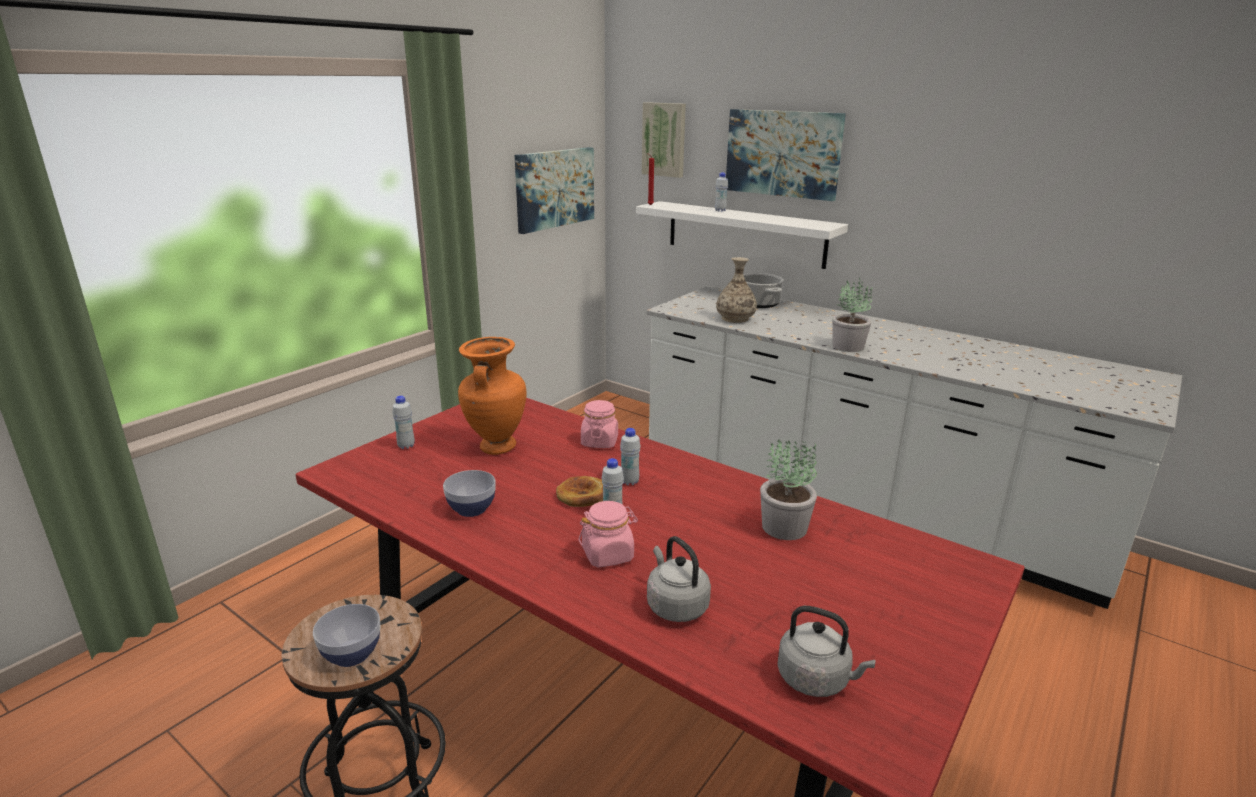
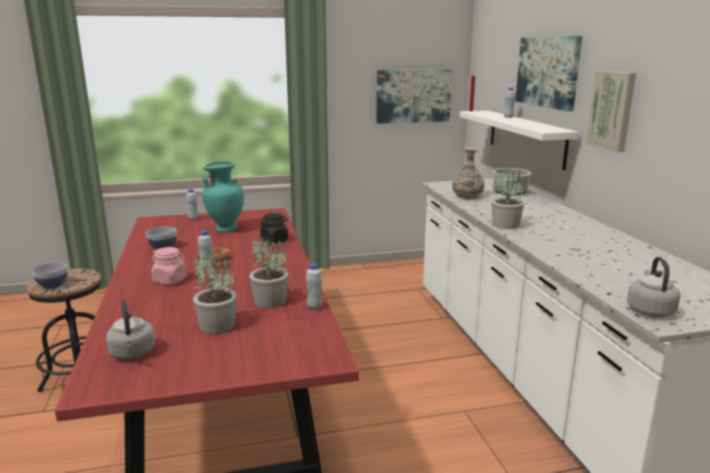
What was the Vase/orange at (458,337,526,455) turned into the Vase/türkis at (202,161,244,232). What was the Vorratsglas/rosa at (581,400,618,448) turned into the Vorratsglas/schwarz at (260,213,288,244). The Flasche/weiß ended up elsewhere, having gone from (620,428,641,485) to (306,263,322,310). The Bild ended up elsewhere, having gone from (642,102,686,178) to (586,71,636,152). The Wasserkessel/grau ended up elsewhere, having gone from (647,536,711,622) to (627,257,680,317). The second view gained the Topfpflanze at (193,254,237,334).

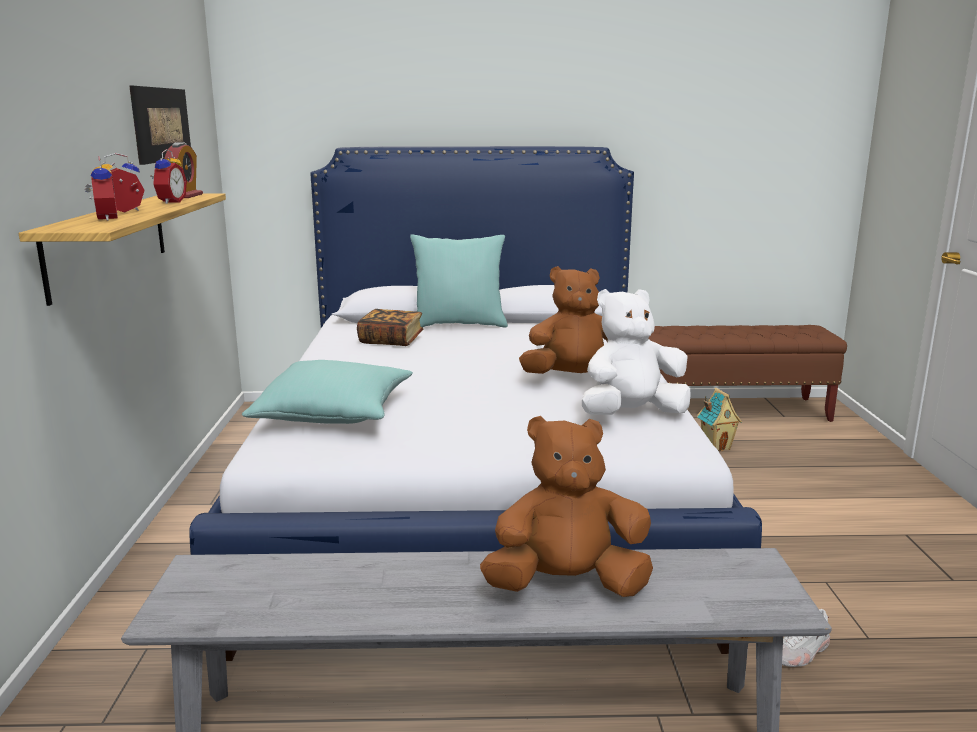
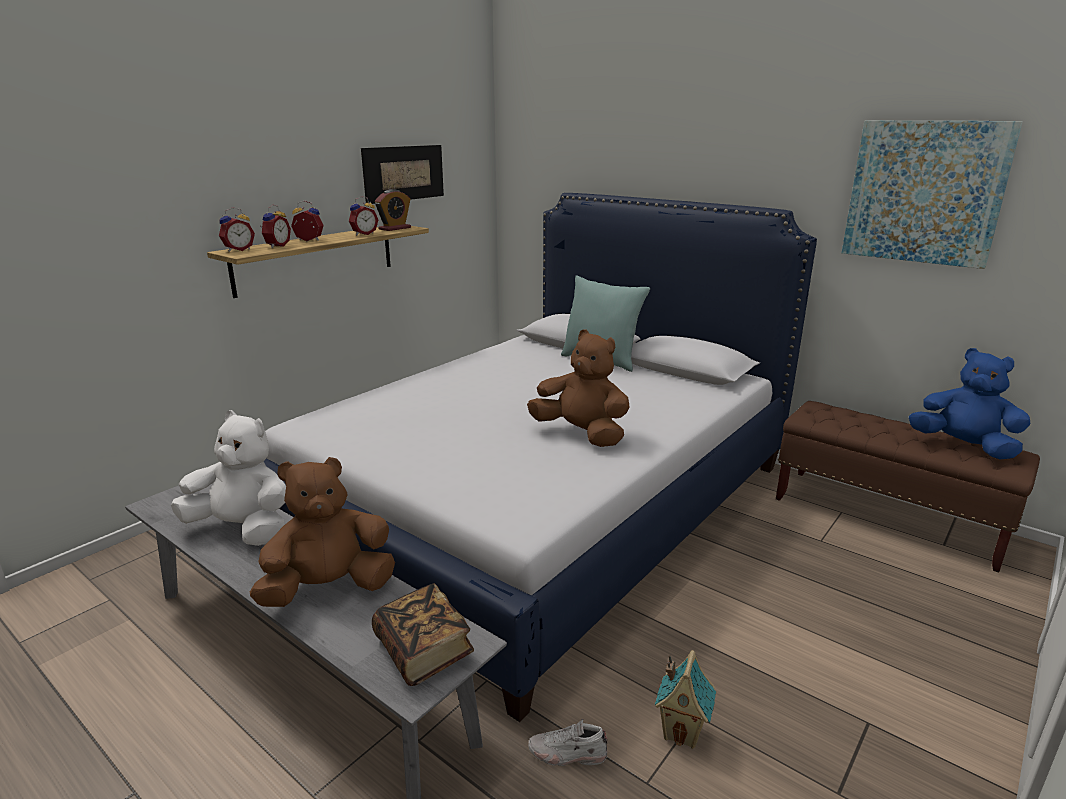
The second view lost the Kissen/türkis at (242,360,413,424). The Buch ended up elsewhere, having gone from (357,309,424,346) to (372,583,474,686). The Plüschtier/braun at (480,416,653,597) ended up facing another way, 60 degrees counterclockwise from before. The Plüschtier/weiß ended up elsewhere, having gone from (582,289,691,415) to (171,410,286,546). The Spielzeughaus ended up elsewhere, having gone from (697,388,742,451) to (655,650,716,749). The second view gained the Wecker at (219,207,255,252). The second view gained the Bild at (842,121,1023,269). The second view gained the Plüschtier/blau at (909,348,1030,459).

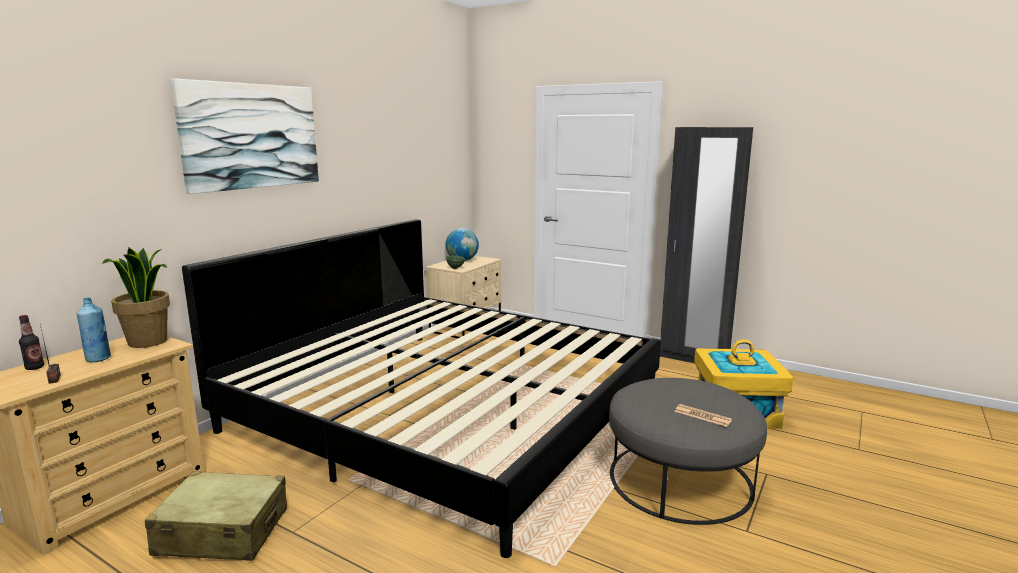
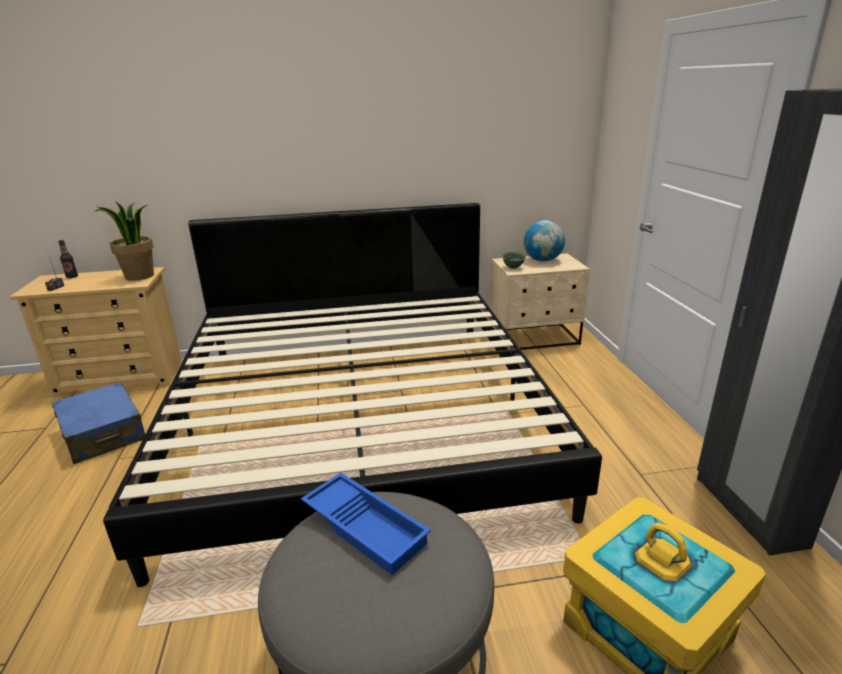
The second view lost the Flasche/blau at (76,298,111,363). What was the Koffer/beige at (145,471,287,561) turned into the Koffer/blau at (52,382,145,464). The second view lost the Bild at (170,78,319,194). The second view lost the Zeitung at (675,404,732,427). The second view gained the Tablett/blau at (301,473,431,575).

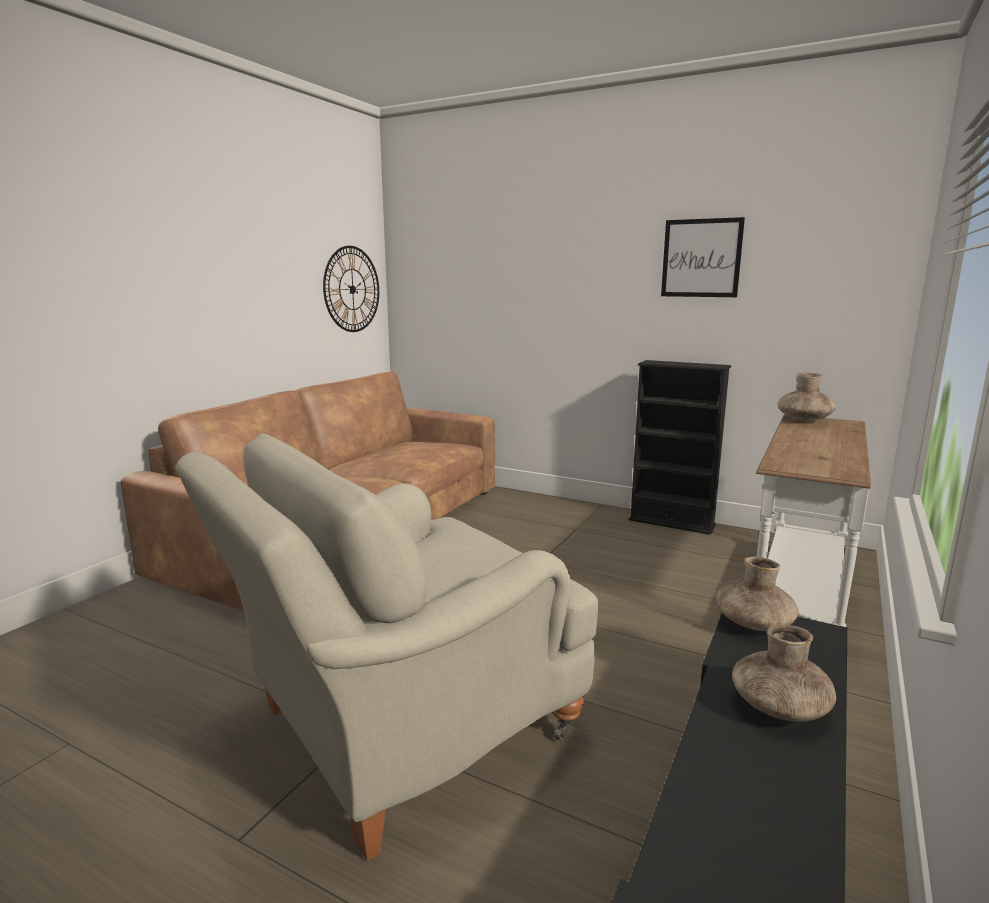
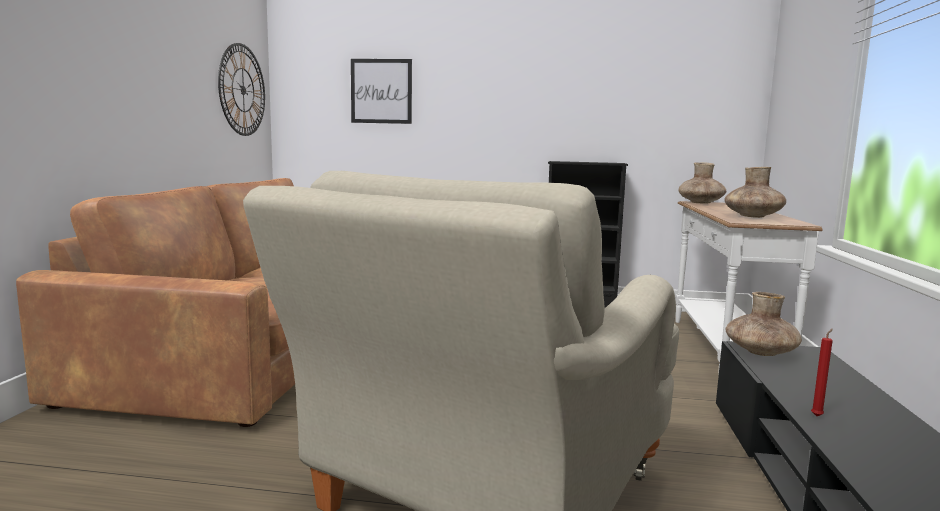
The Bild ended up elsewhere, having gone from (661,217,745,297) to (351,59,412,124). The Vase/braun ended up elsewhere, having gone from (732,625,836,722) to (724,167,786,218). The second view gained the Kerze/rot at (811,329,833,416).

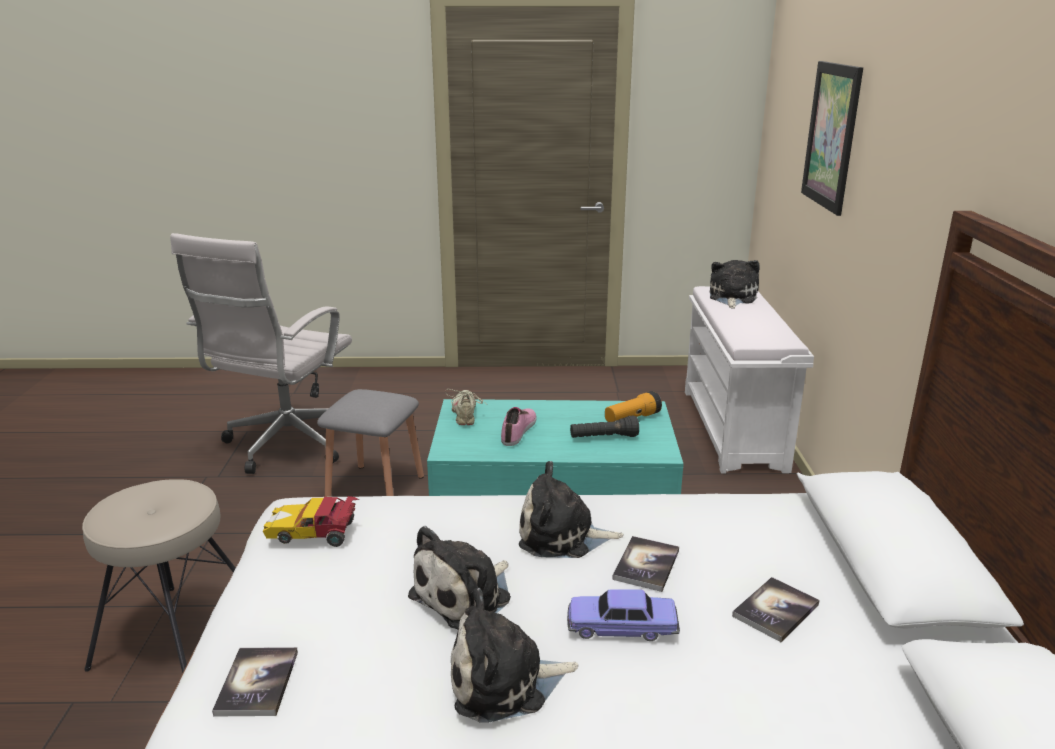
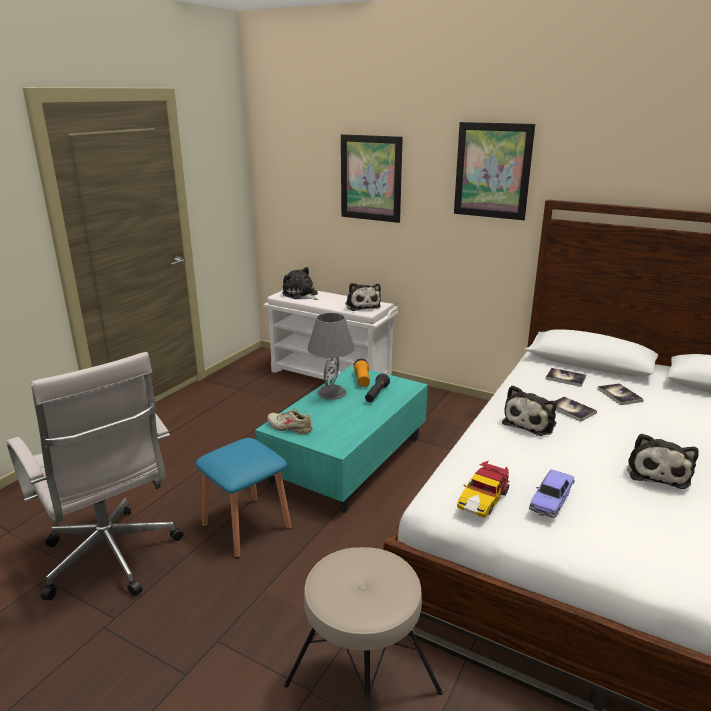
The Buch ended up elsewhere, having gone from (212,647,298,717) to (546,368,586,387). What was the Hocker/grau at (317,389,424,497) turned into the Hocker/blau at (195,438,292,558). The Plüschtier ended up elsewhere, having gone from (408,526,511,629) to (345,283,381,311). The second view lost the Schuh at (501,407,536,446). The Spielzeugauto ended up elsewhere, having gone from (567,589,680,641) to (529,470,575,518). The second view gained the Tischlampe/grau at (308,313,355,400). The second view gained the Bild at (454,122,535,220).

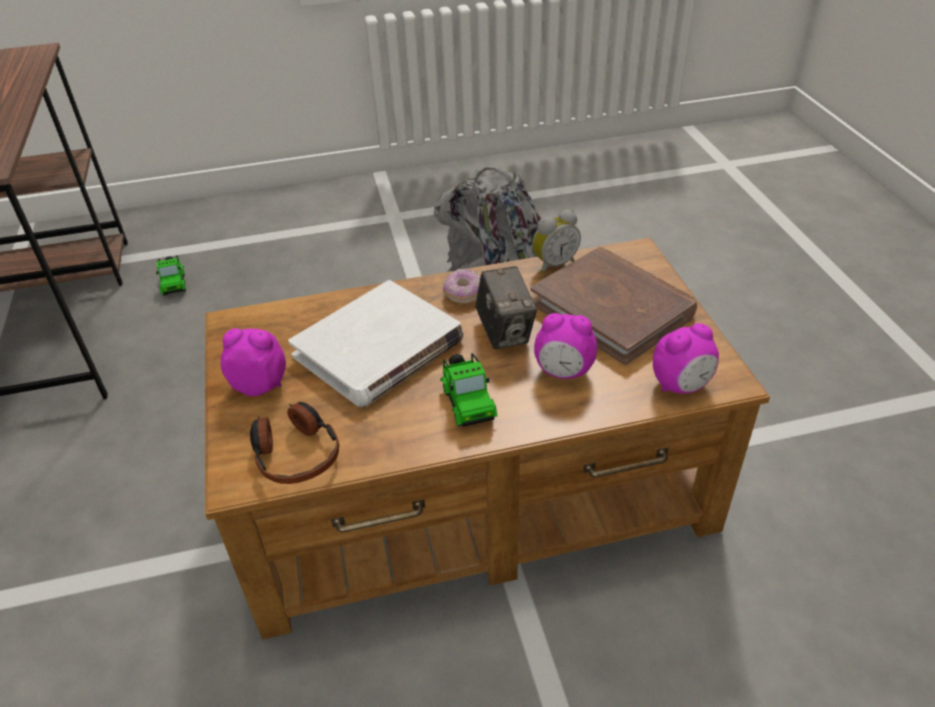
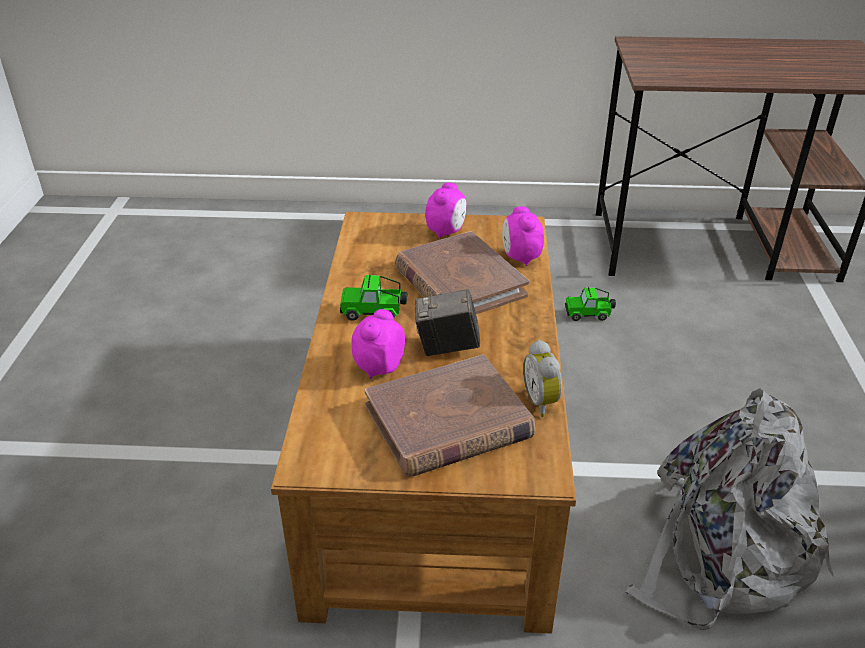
The Spielzeugauto ended up elsewhere, having gone from (156,255,186,296) to (565,287,616,321). The second view lost the Kopfhörer at (250,402,339,484). What was the Buch/weiß at (288,280,464,407) turned into the Buch/braun at (395,231,529,314). The second view lost the Donut at (443,268,481,304). The Wecker ended up elsewhere, having gone from (653,323,719,393) to (502,206,544,266).

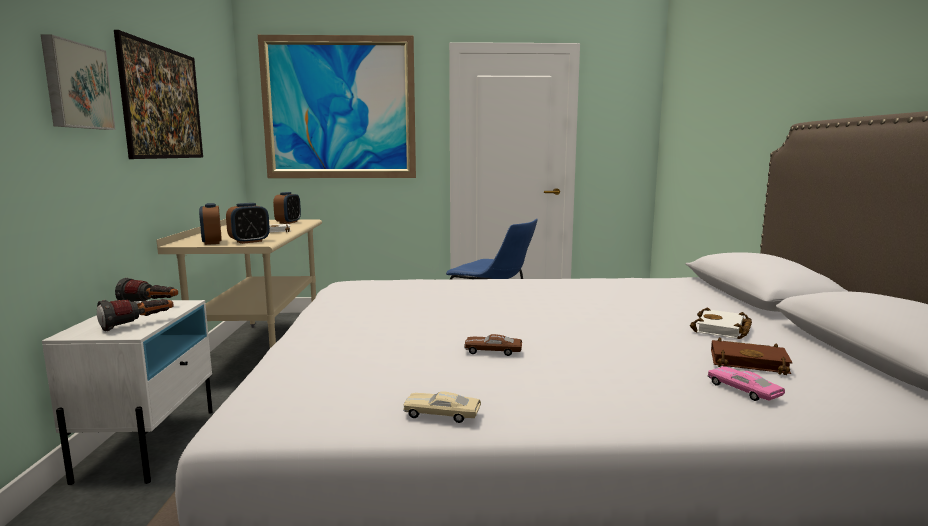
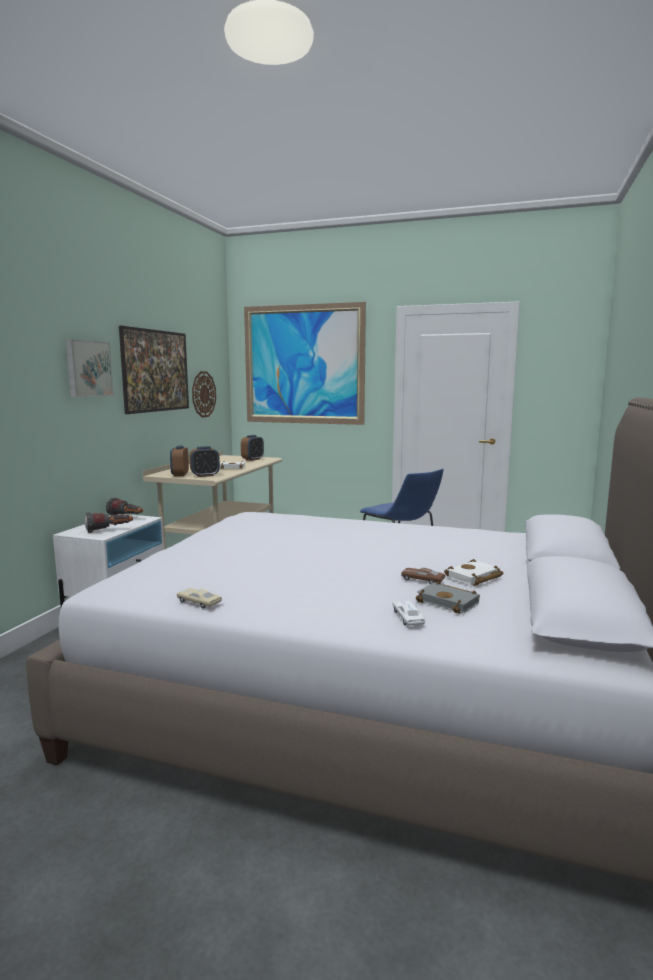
The Spielzeugauto/braun ended up elsewhere, having gone from (464,334,522,356) to (401,568,445,584). What was the Spielzeugauto/rosa at (707,366,785,401) turned into the Spielzeugauto/weiß at (393,600,425,626). What was the Buch/braun at (711,338,793,375) turned into the Buch/grau at (416,581,480,614). The second view gained the Wanduhr at (192,371,216,418).

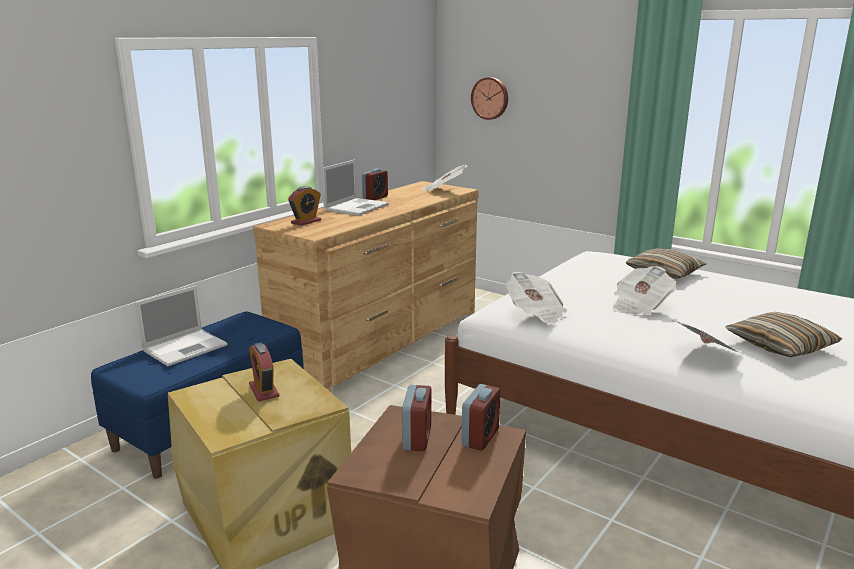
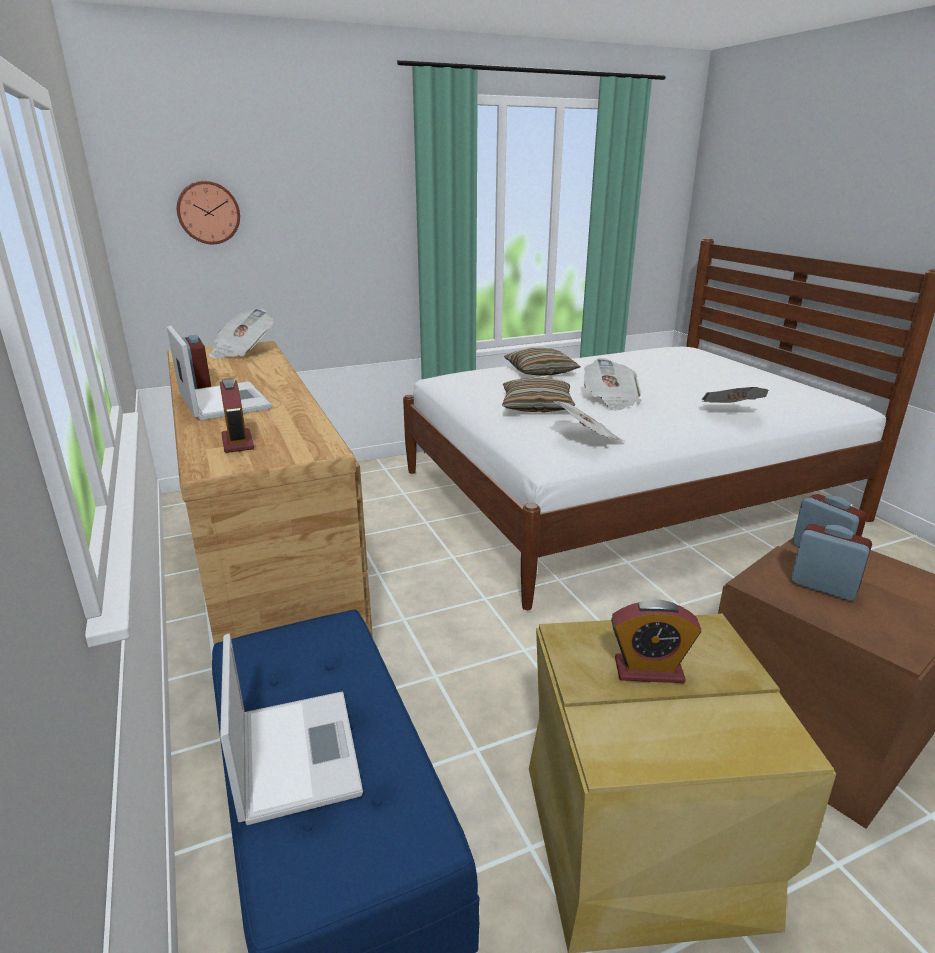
The Kissen ended up elsewhere, having gone from (725,312,842,357) to (502,377,576,413).

